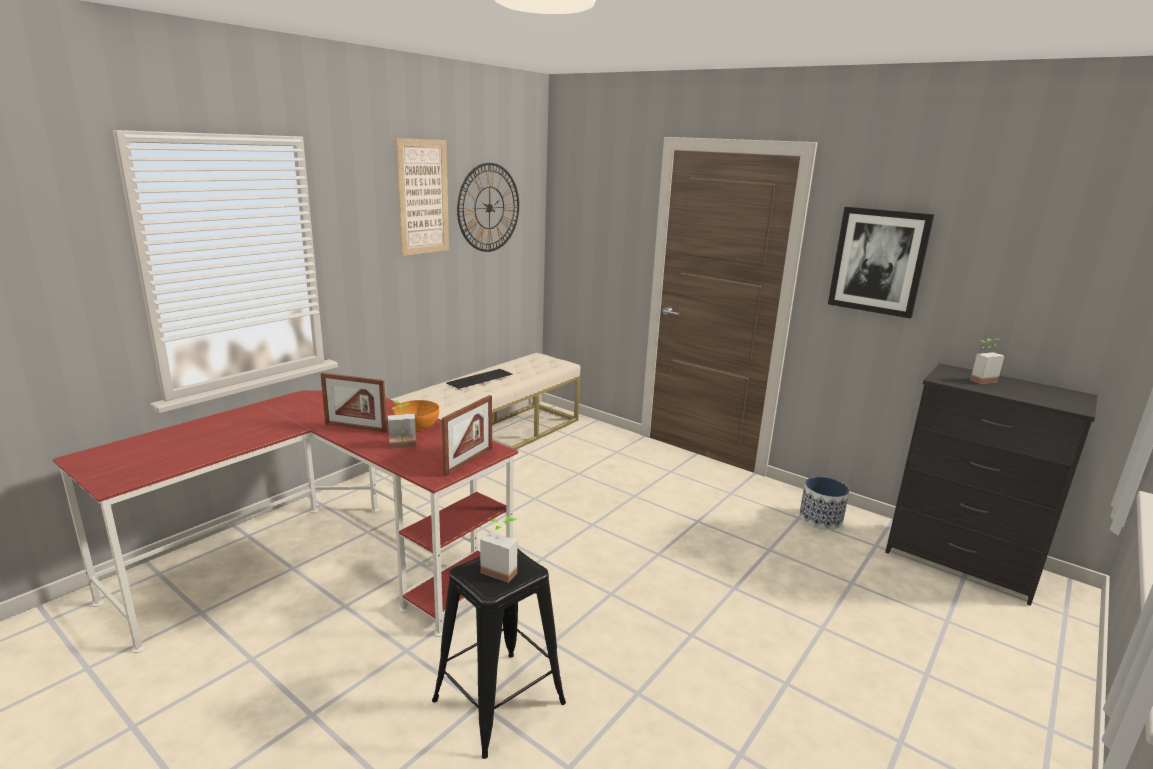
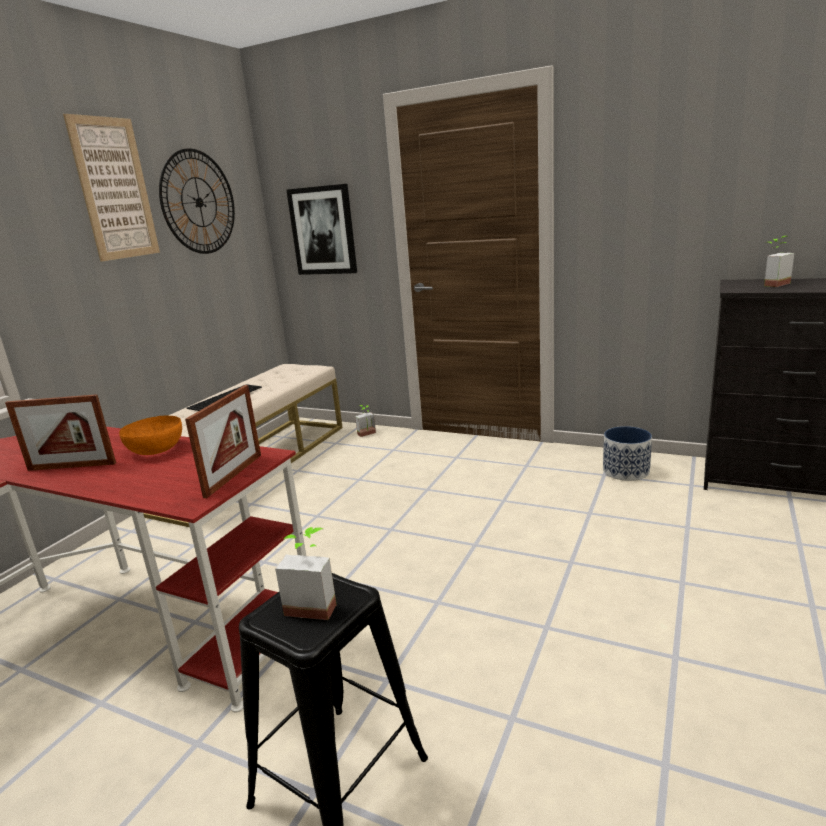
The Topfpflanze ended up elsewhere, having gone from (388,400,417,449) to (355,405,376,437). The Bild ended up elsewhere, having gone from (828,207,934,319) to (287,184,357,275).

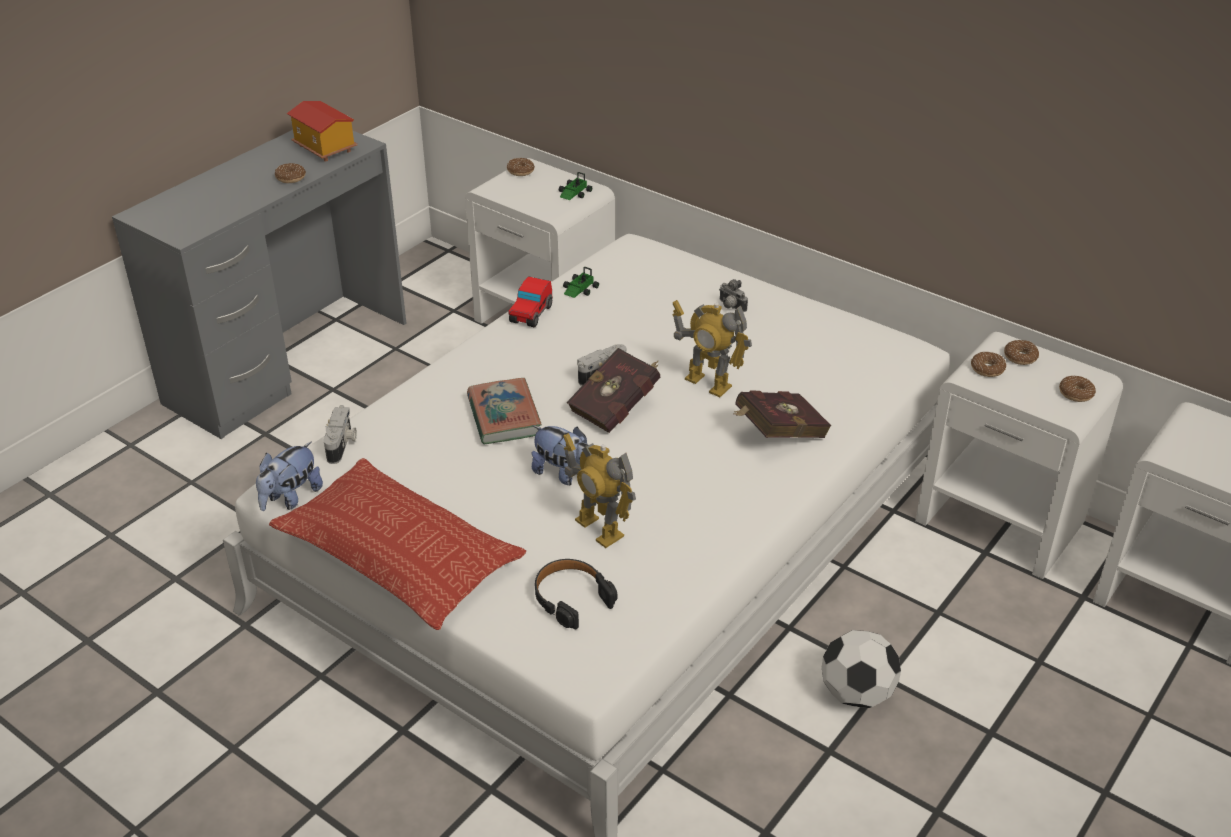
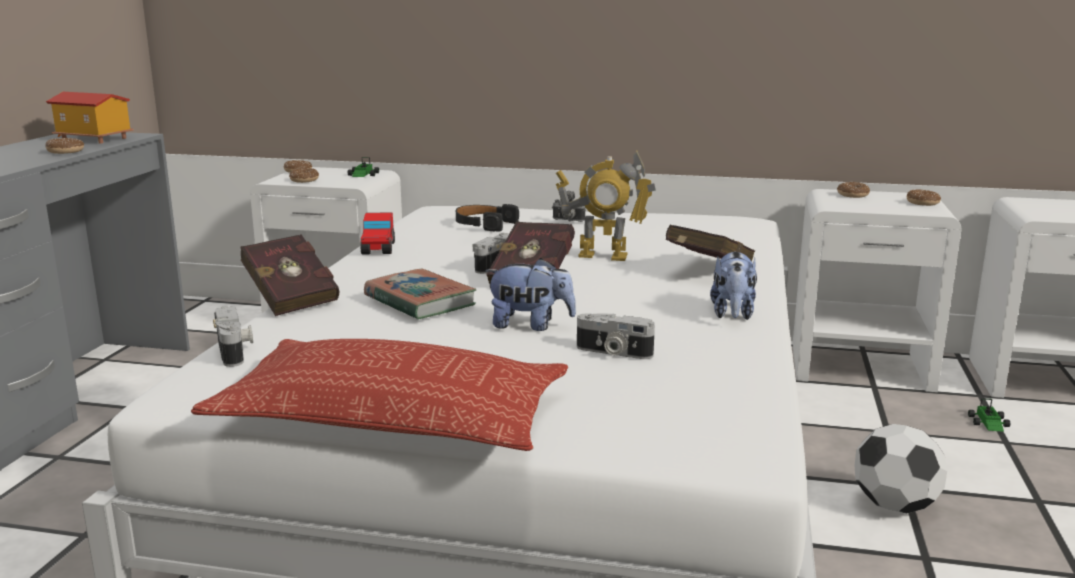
The Plüschtier ended up elsewhere, having gone from (256,442,323,511) to (710,251,757,320). The Kopfhörer/schwarz ended up elsewhere, having gone from (535,559,618,629) to (456,204,519,232). The Spielzeugauto ended up elsewhere, having gone from (563,267,599,298) to (968,398,1010,432). Where the Spielzeugroboter stood at (563,433,636,548), the Kamera came to stand at (577,313,655,359). The Donut ended up elsewhere, having gone from (971,352,1006,377) to (289,168,319,183). The second view gained the Buch/rot at (241,234,339,316).

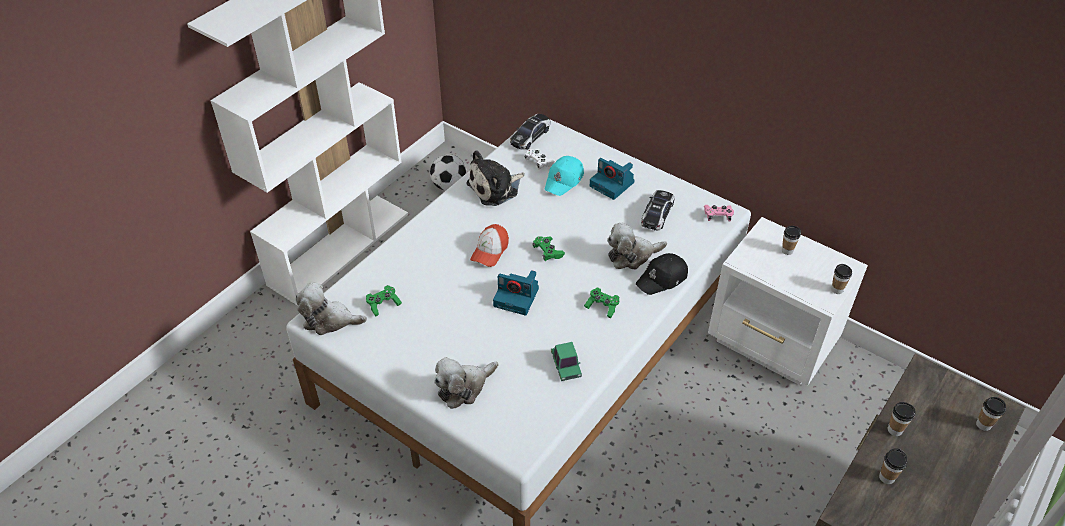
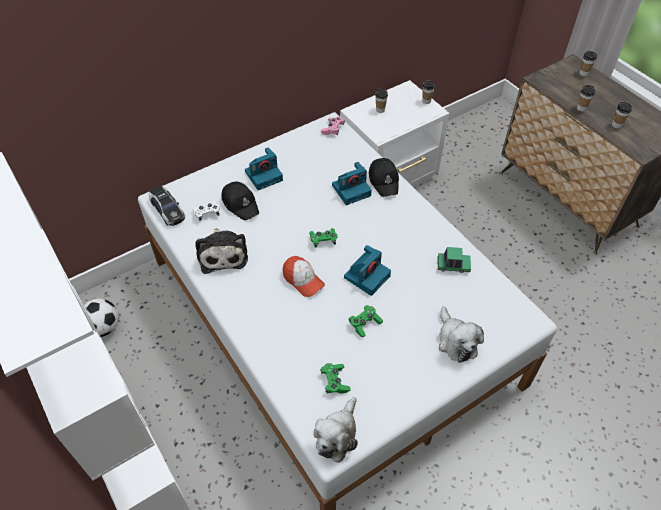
What was the Kappe/türkis at (544,156,584,196) turned into the Kappe/schwarz at (222,182,259,220). The Gamepad/grün ended up elsewhere, having gone from (584,288,619,318) to (349,305,383,338). Where the Plüschtier stood at (607,223,667,269), the Kamera came to stand at (332,162,372,205). The second view lost the Spielzeugauto at (641,190,675,231).

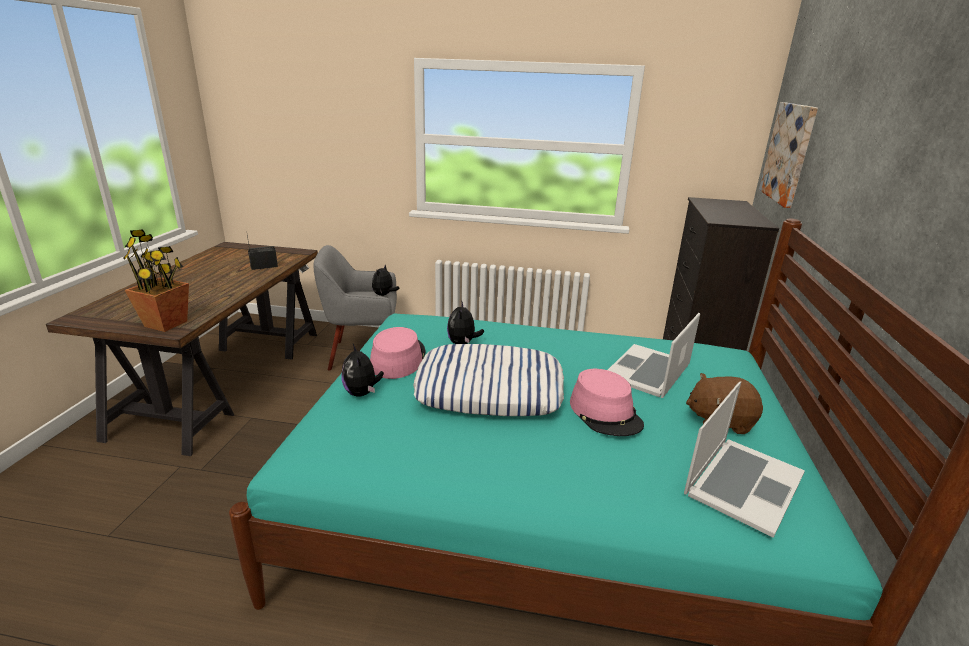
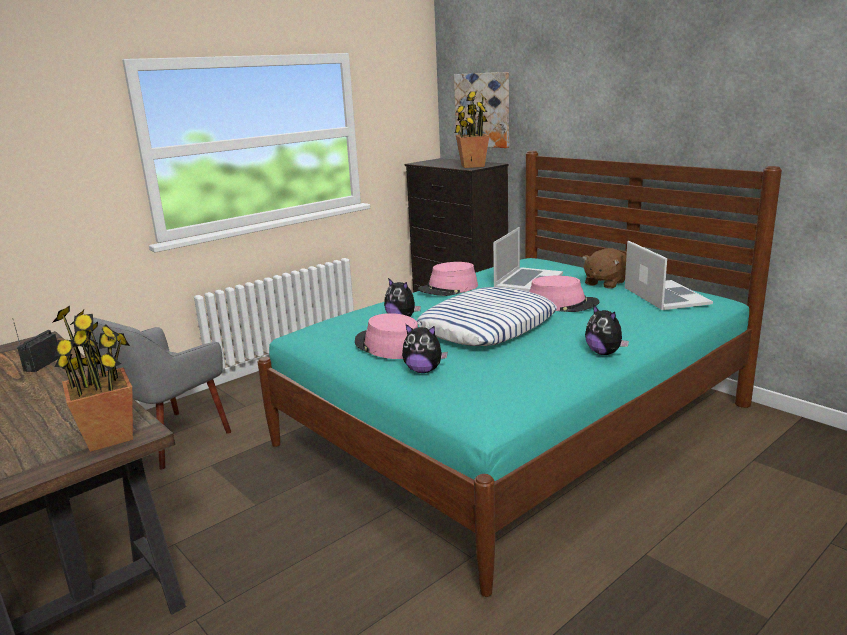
The Plüschtier ended up elsewhere, having gone from (372,265,400,296) to (585,304,629,355). The Laptop at (608,313,700,398) ended up facing another way, 135 degrees counterclockwise from before. The second view gained the Hut/rosa at (418,262,478,296). The second view gained the Topfpflanze at (455,91,489,168).

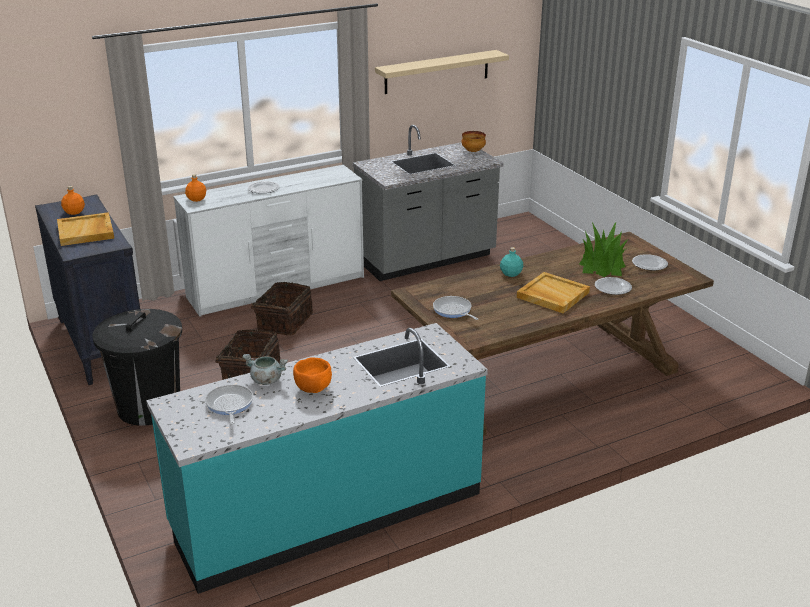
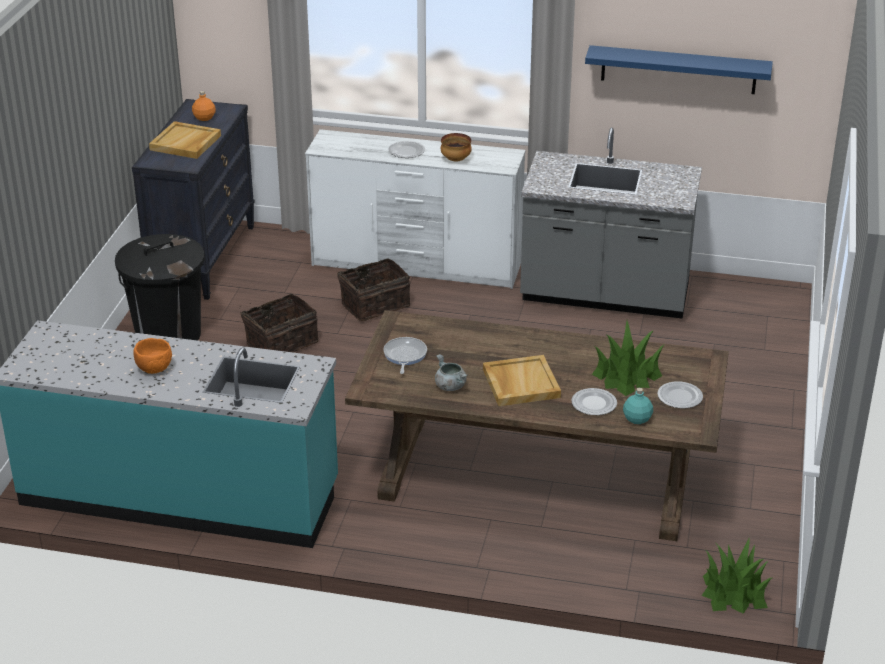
The second view lost the Flasche/orange at (185,174,206,202). The second view lost the Pfanne at (205,384,253,424). The Kochtopf/grau ended up elsewhere, having gone from (242,354,288,385) to (435,354,467,391). What was the Wandregal/beige at (375,50,509,94) turned into the Wandregal/blau at (585,45,773,94). The Schüssel ended up elsewhere, having gone from (462,131,486,152) to (441,133,472,162). The Flasche/türkis ended up elsewhere, having gone from (500,247,523,277) to (623,388,653,424). The second view gained the Topfpflanze at (701,537,773,614).

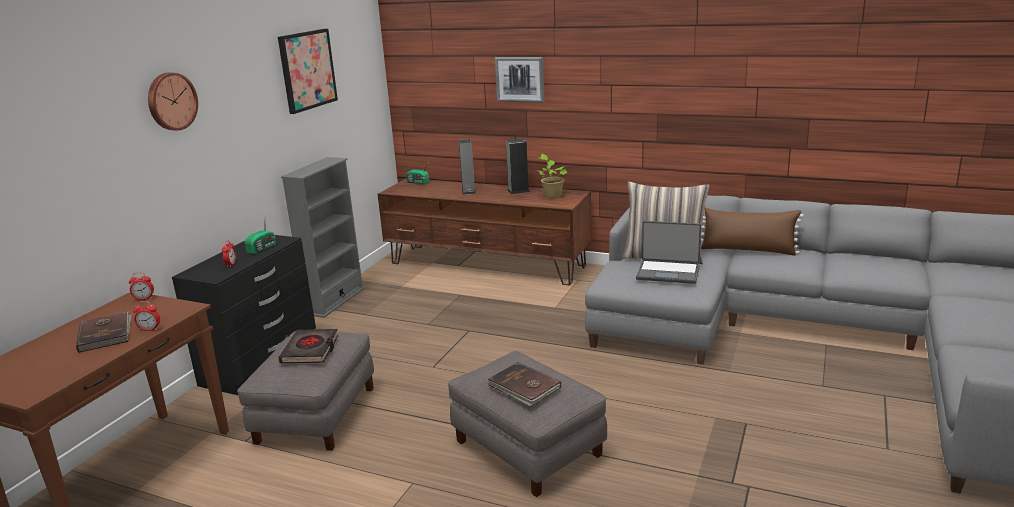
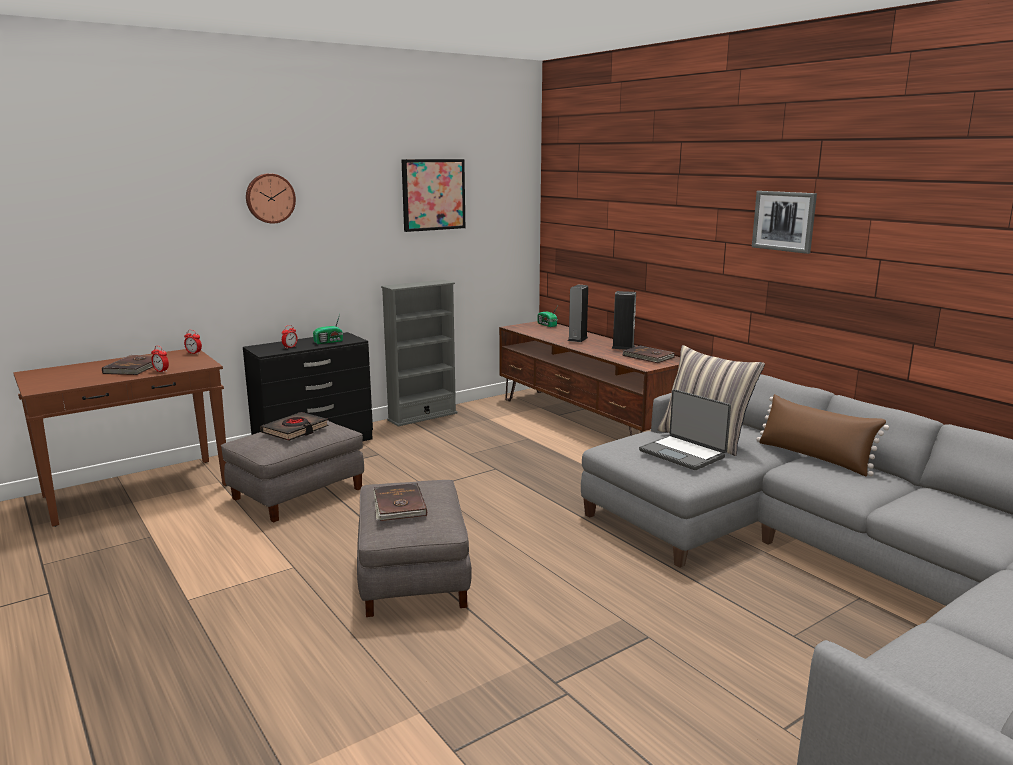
The Bild ended up elsewhere, having gone from (495,57,545,103) to (752,191,817,254). Where the Topfpflanze stood at (537,154,568,198), the Buch/braun came to stand at (623,346,675,363).

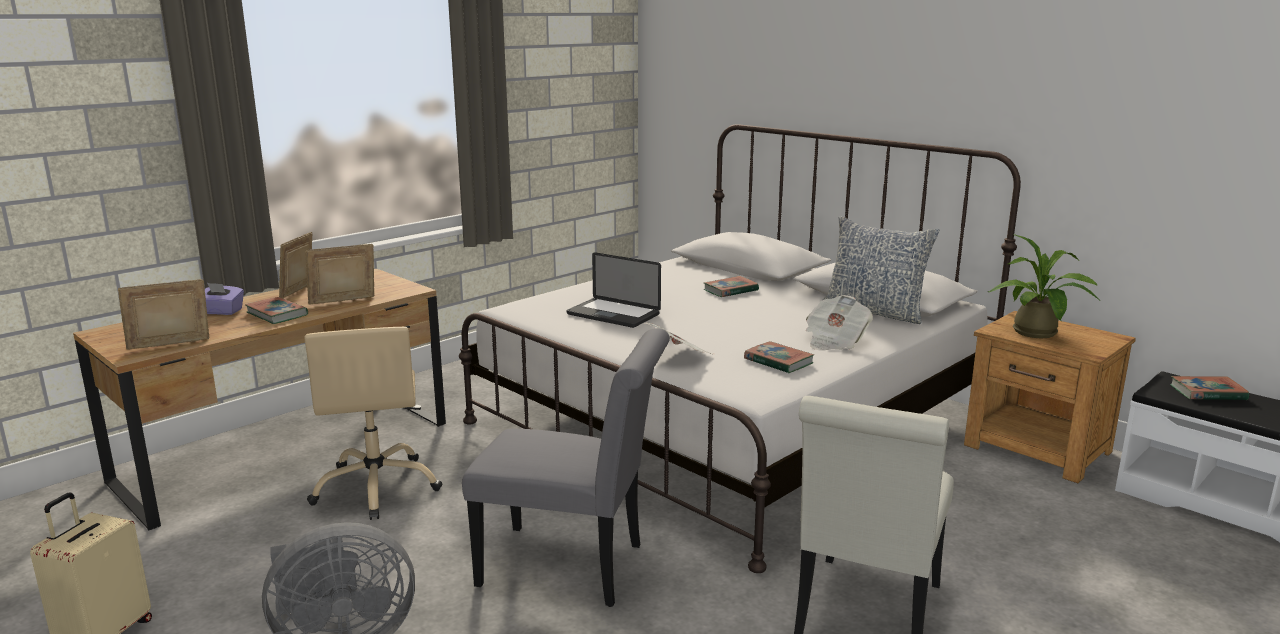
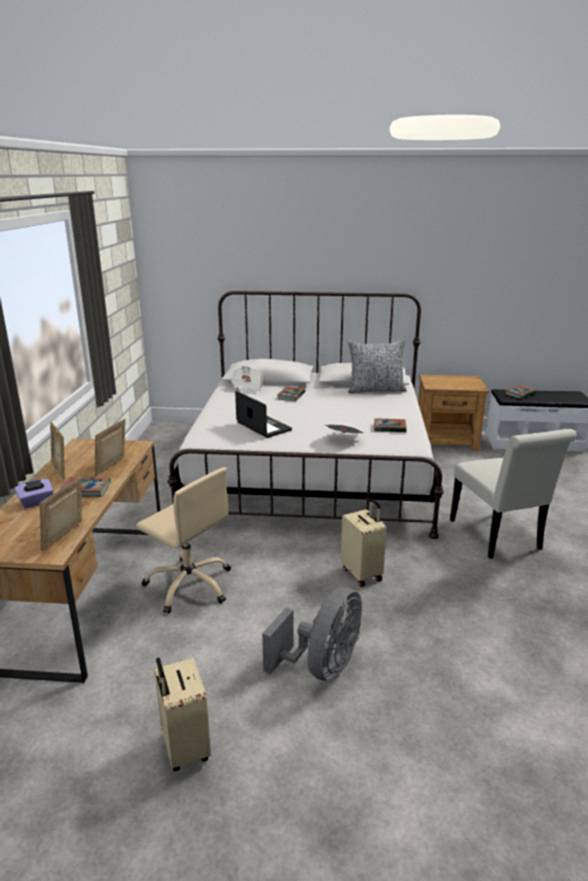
Where the Stuhl/grau stood at (462,328,670,607), the Koffer/beige came to stand at (341,498,387,587). The Laptop at (567,252,661,328) ended up facing another way, 120 degrees counterclockwise from before. The Zeitung ended up elsewhere, having gone from (806,295,873,351) to (231,366,263,395). The second view lost the Topfpflanze at (988,234,1099,338).

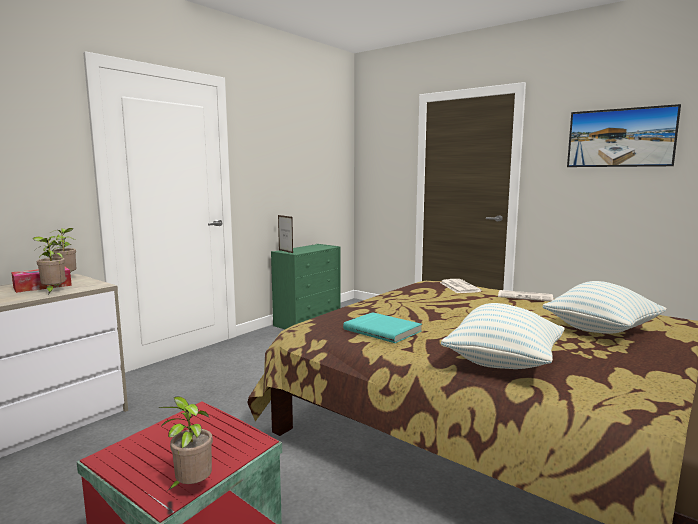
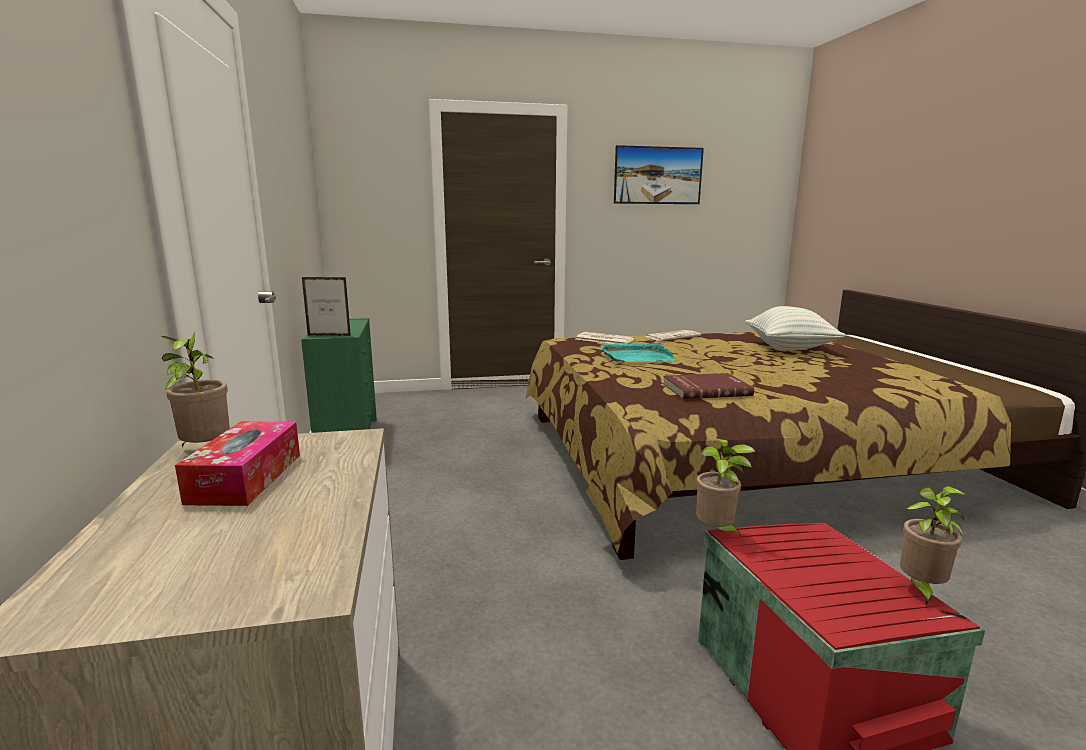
The Topfpflanze ended up elsewhere, having gone from (32,236,65,294) to (696,439,755,537). What was the Buch/türkis at (343,312,422,343) turned into the Buch/rot at (663,373,754,399). The second view lost the Kissen at (441,303,564,369). The second view gained the Tablett/türkis at (601,343,676,362).

